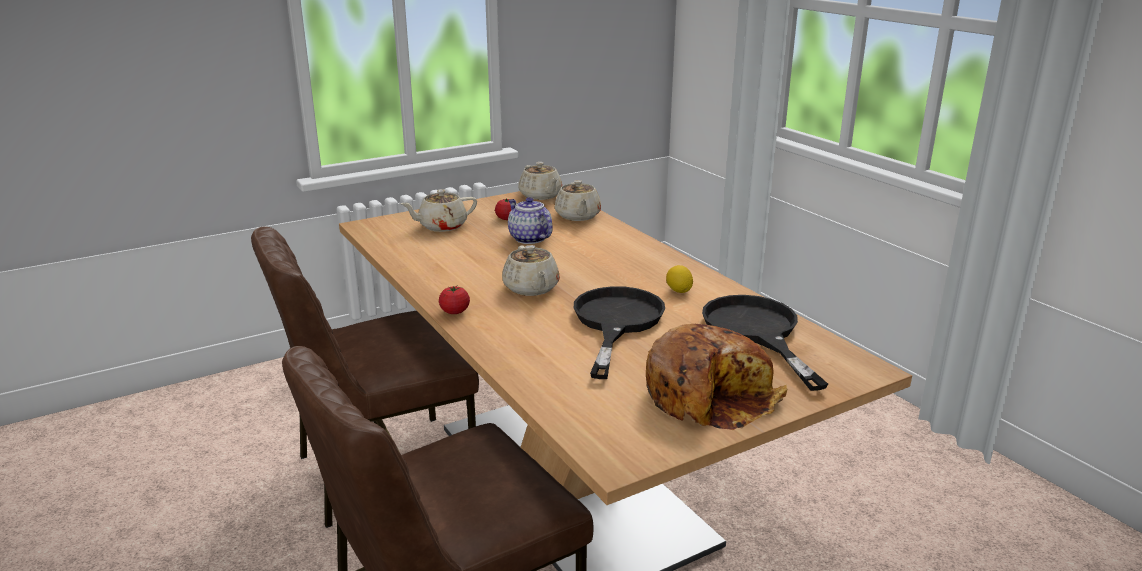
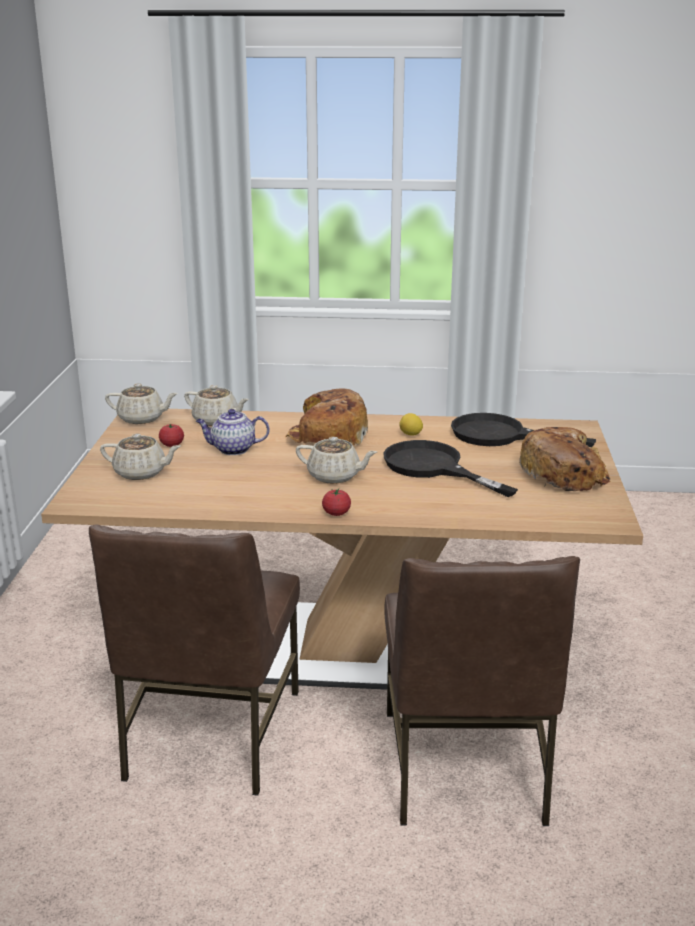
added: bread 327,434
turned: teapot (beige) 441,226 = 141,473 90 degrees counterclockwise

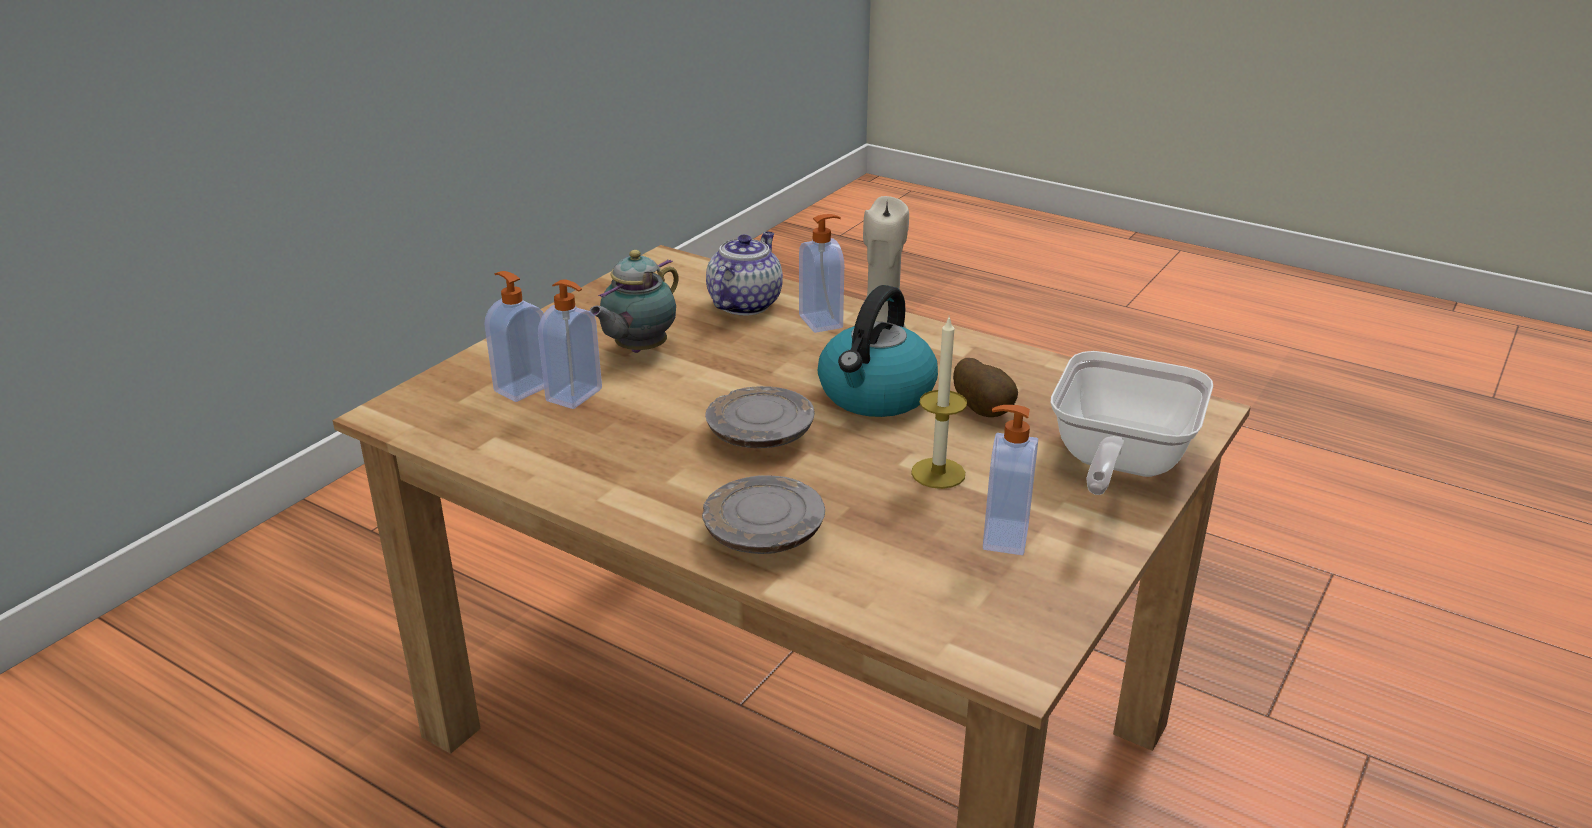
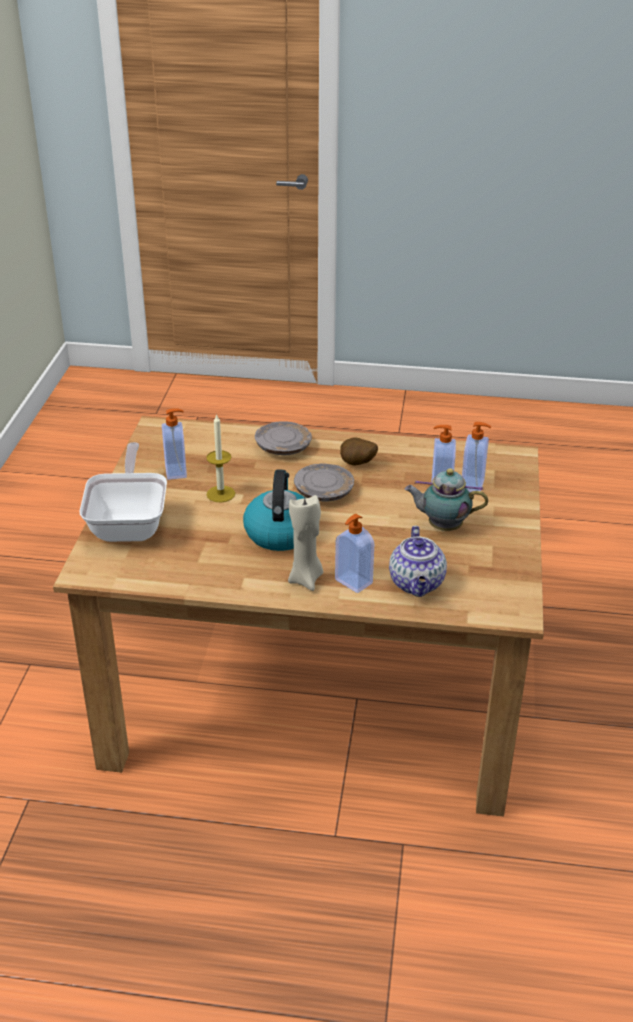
moved: potato 984,411 to 357,464
turned: teapot 638,350 = 442,526 90 degrees counterclockwise

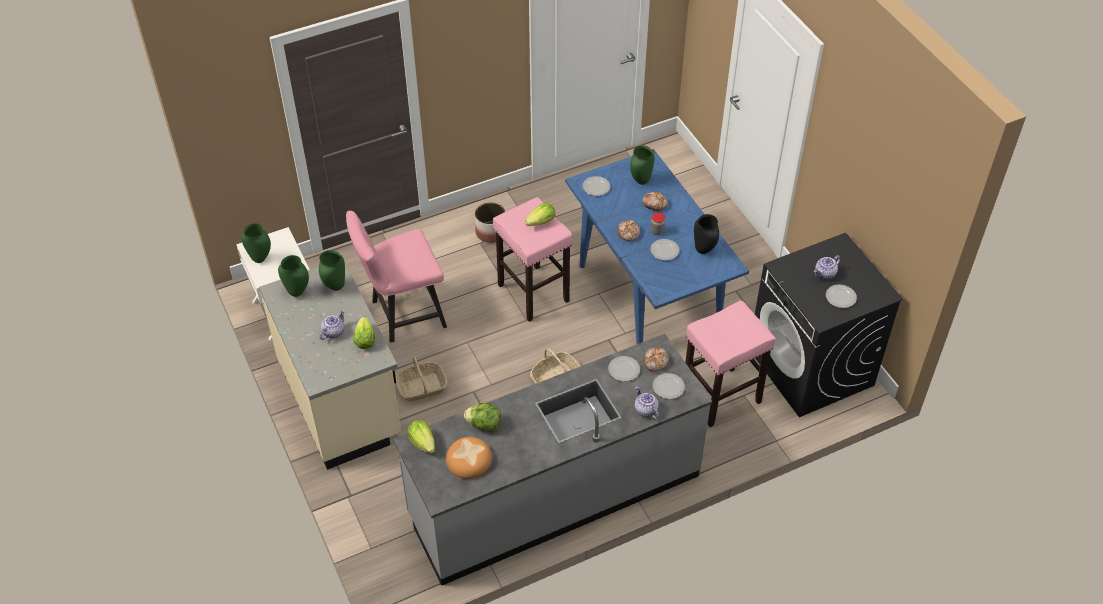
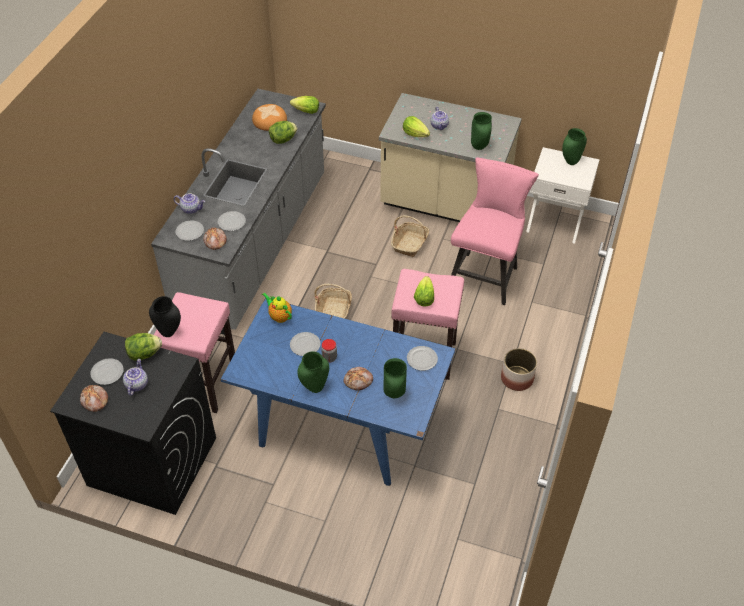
added: lettuce 144,354; teapot 279,316
moved: bread 629,233 to 94,401; vase (black) 704,250 to 169,333; vase (green) 298,291 to 314,388

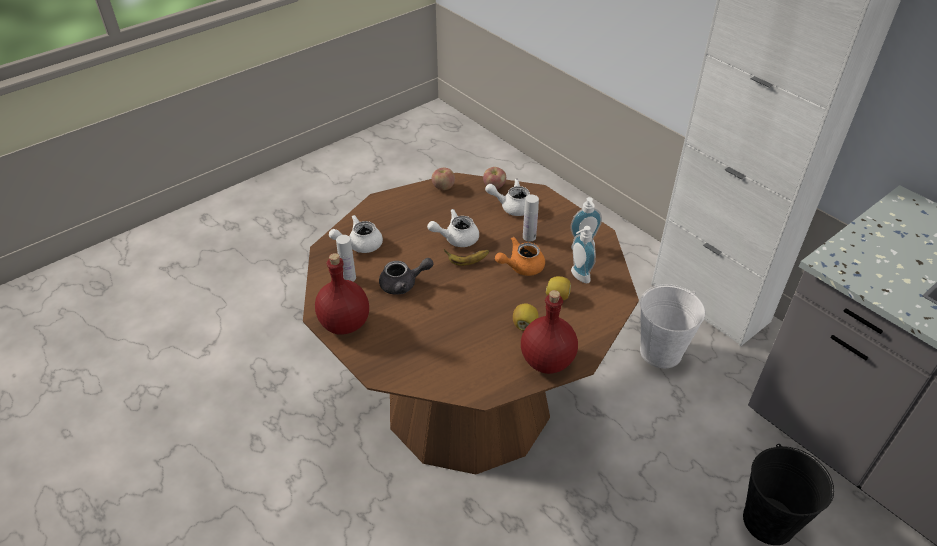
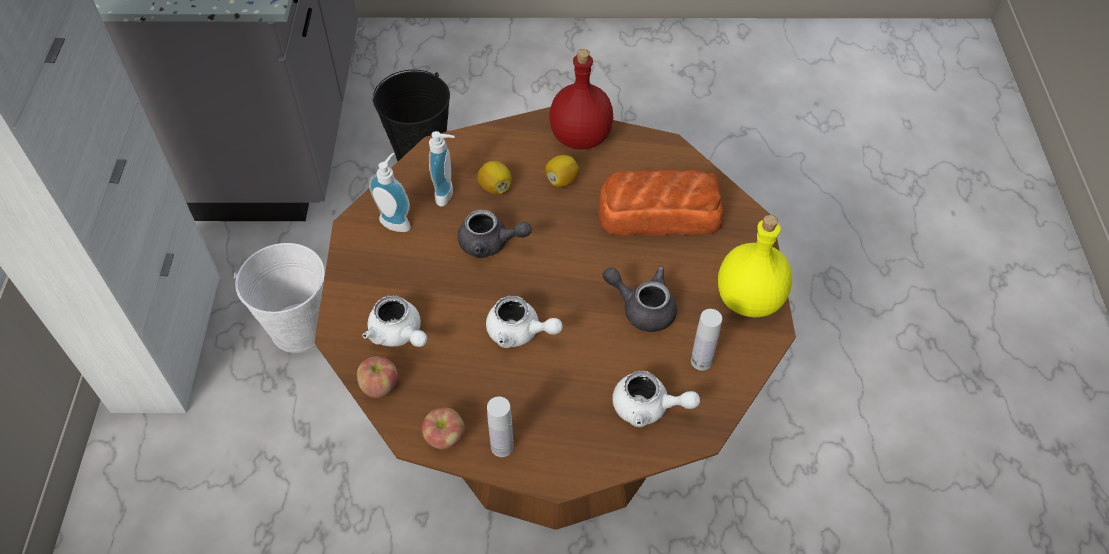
removed: banana 467,262
added: bread 658,212
moved: bottle (white) 529,237 to 502,446
recoloured: teapot (orange) 521,266 to teapot (grey) 490,244; bottle (red) 346,323 to bottle (yellow) 747,299

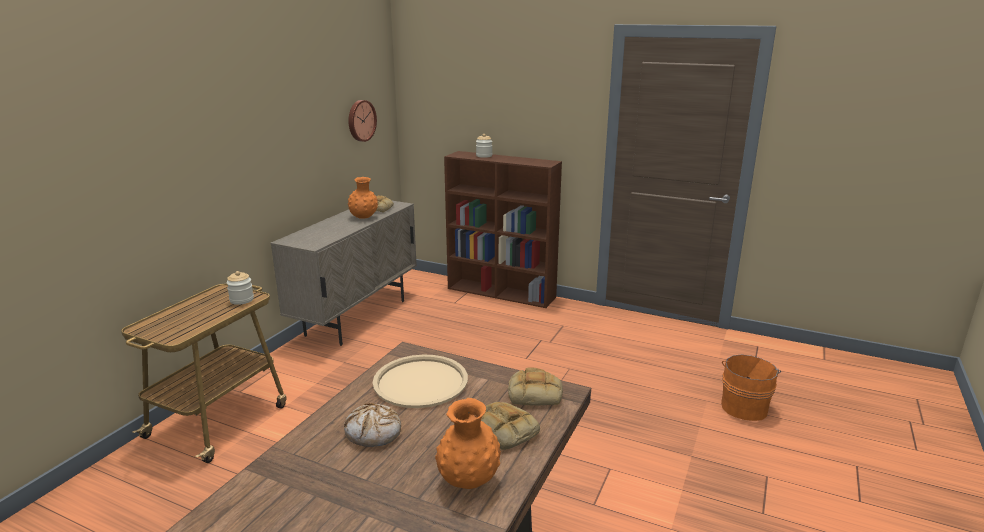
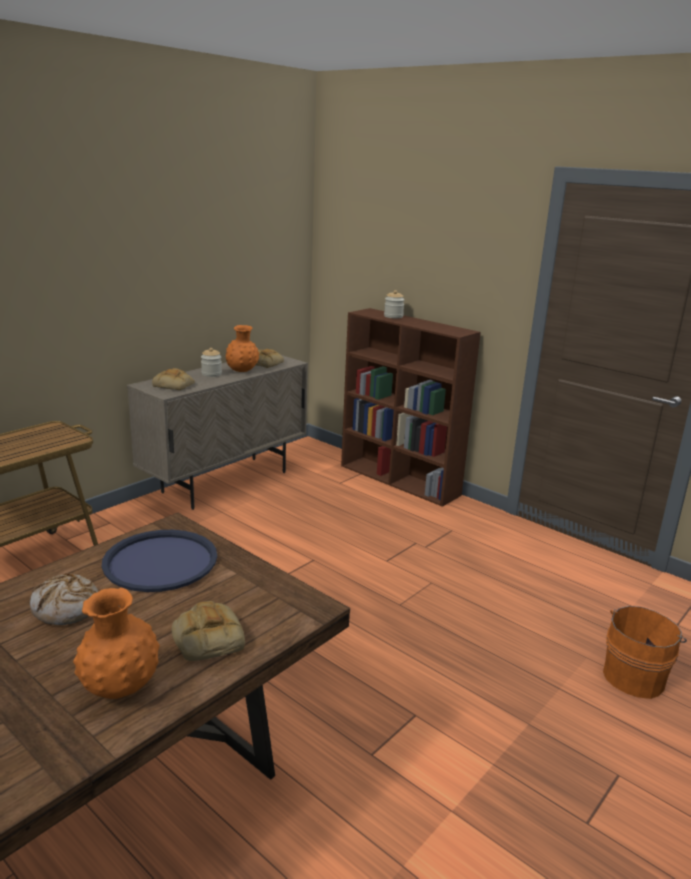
removed: wall clock 360,120
moved: bread 535,393 to 174,385; jar 241,300 to 211,374
recoloured: tray (beige) 420,382 to tray (blue) 161,561

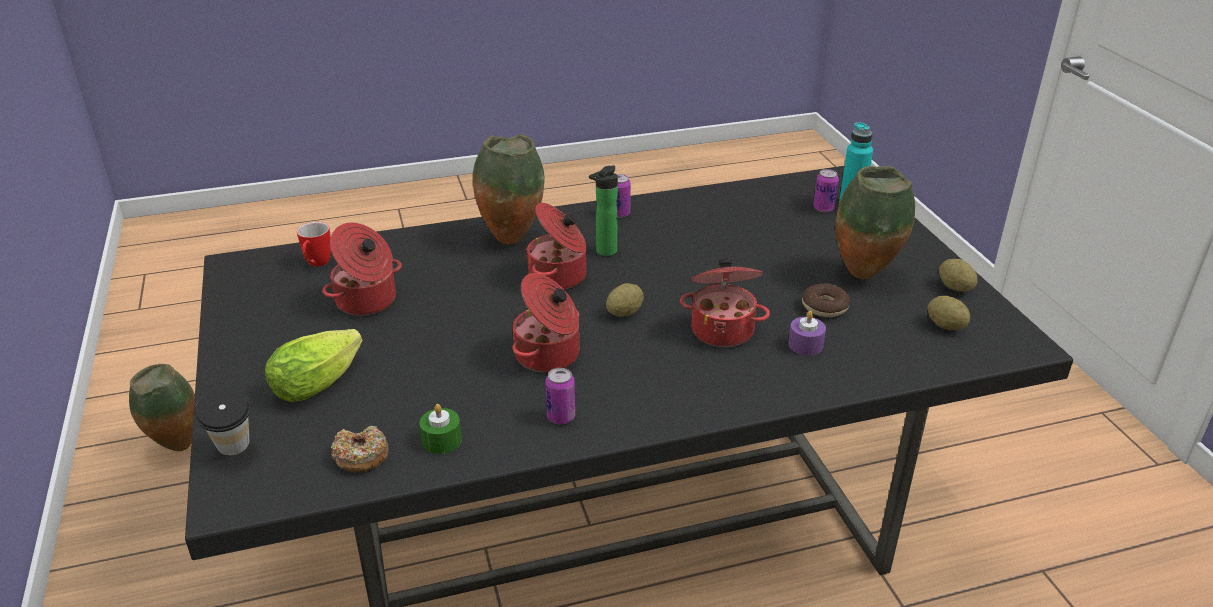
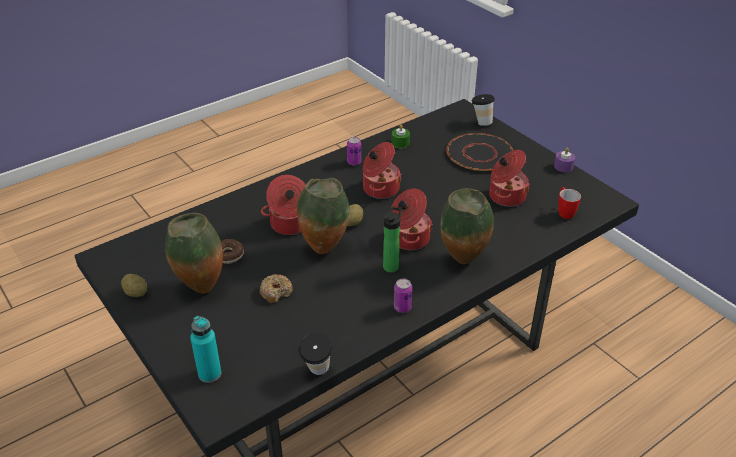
removed: can 823,208; potato 945,326
added: cup 317,372
moved: donut 360,456 to 276,292; vase 177,448 to 324,249; candle (purple) 805,345 to 563,166
replaced: lettuce 321,380 to plate (black) 480,153

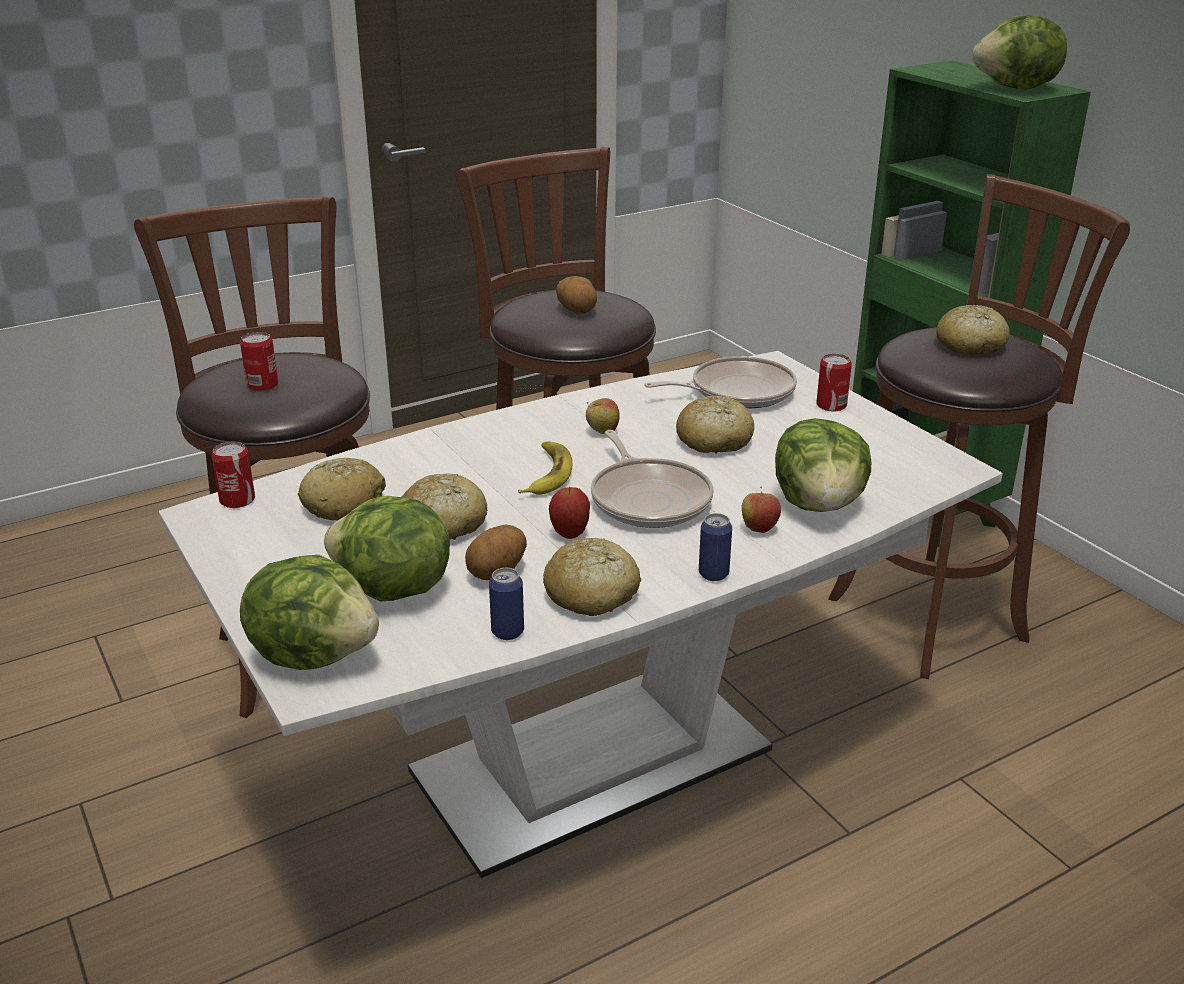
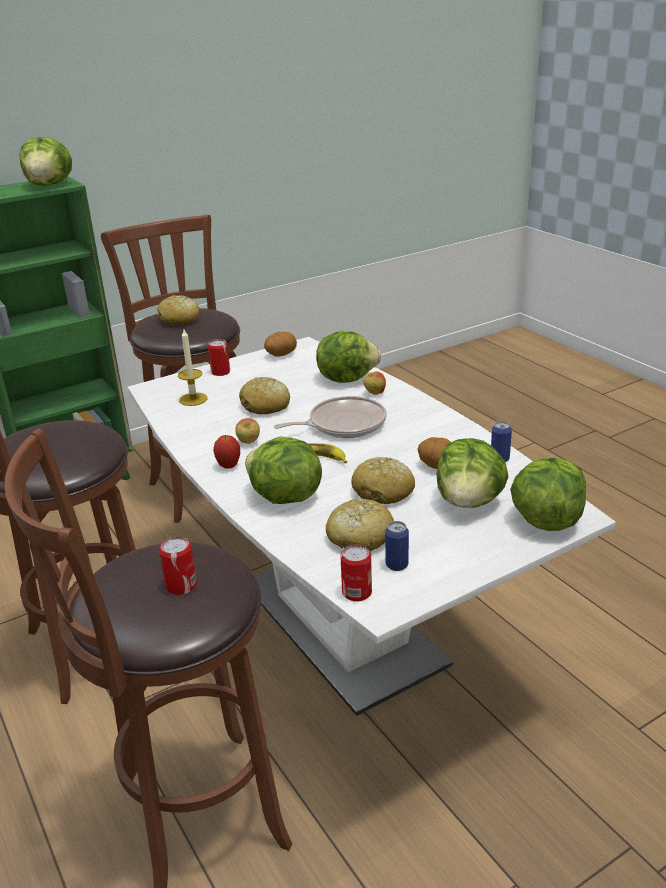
removed: bread 591,594
added: lettuce 284,498
moved: apple 569,534 to 228,466; potato 577,311 to 281,355; can 713,574 to 397,565
replaced: frying pan 736,391 to candle 193,399

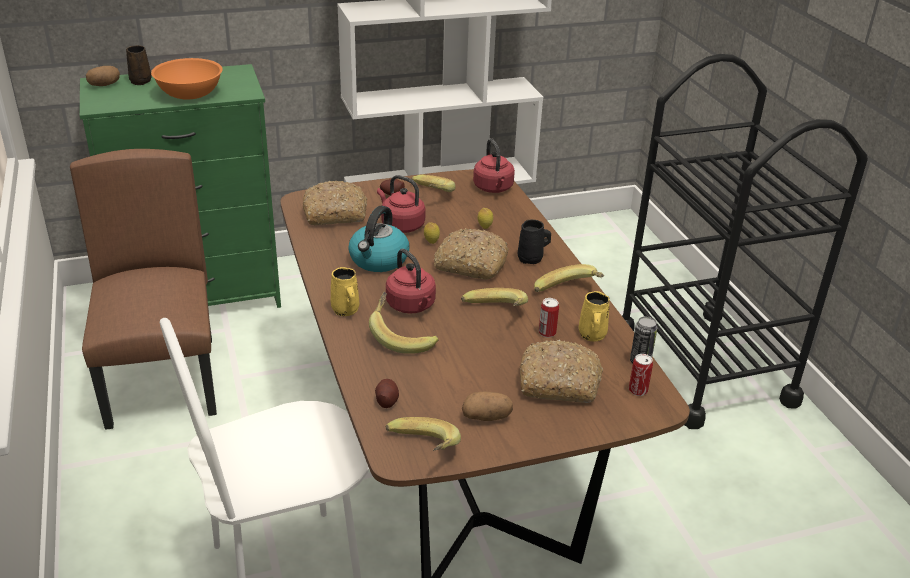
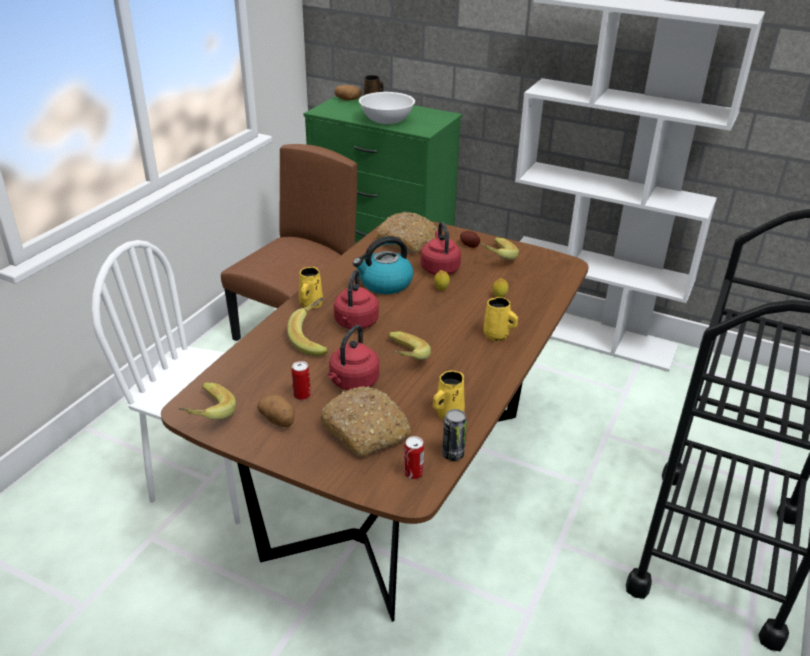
removed: potato 386,400; bread 470,264; banana 569,293
moved: can 547,332 to 302,395; kettle (red) 493,188 to 352,383
recoloured: bowl (orange) 190,94 to bowl (white) 386,120; mug (black) 531,259 to mug (yellow) 497,336

